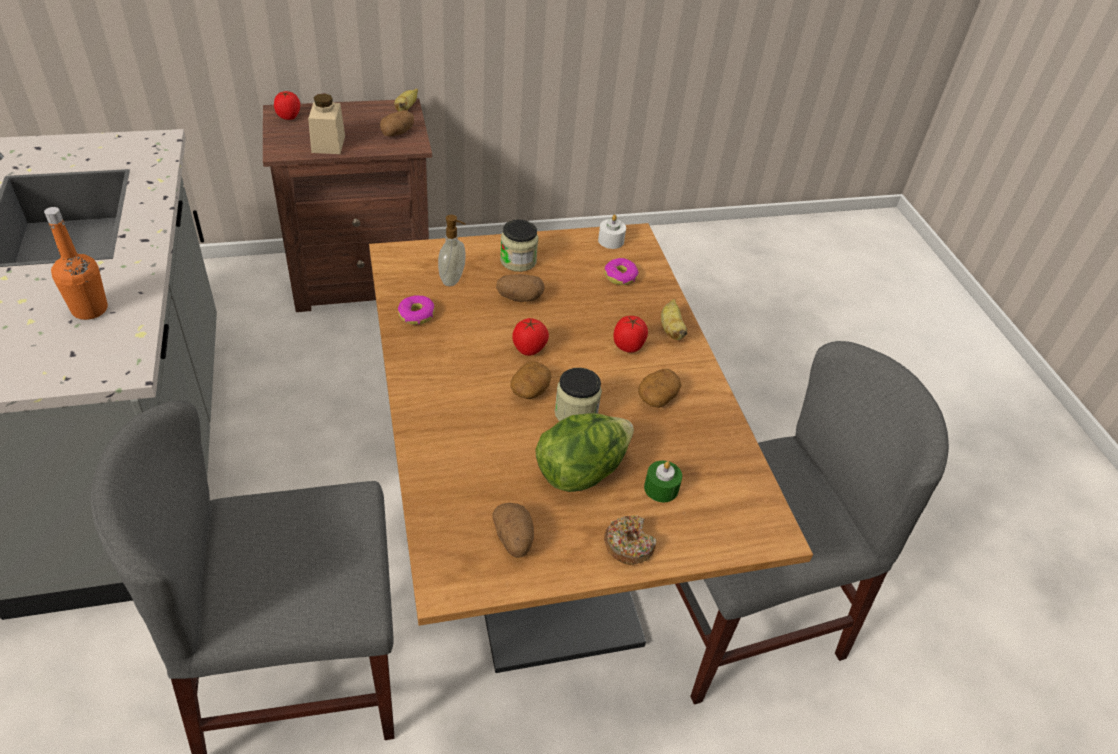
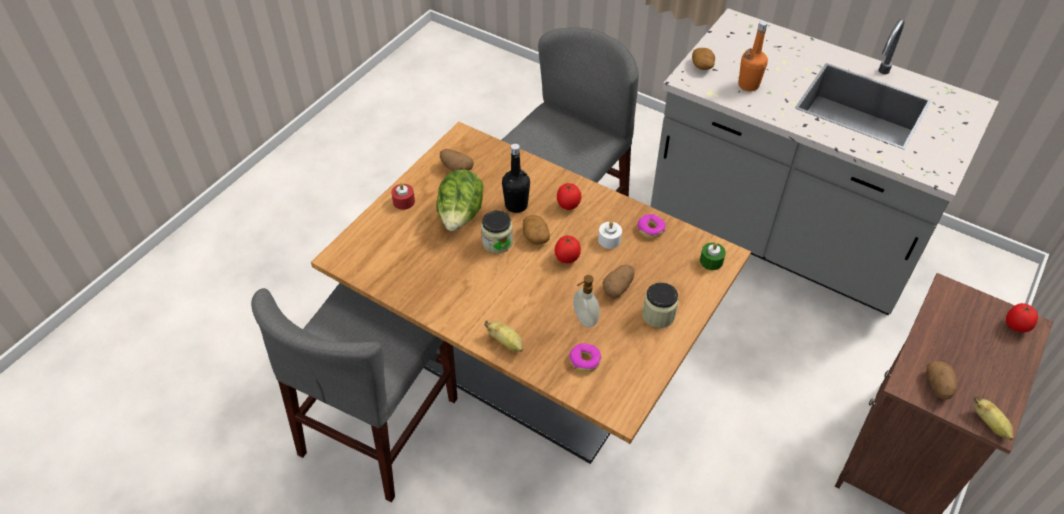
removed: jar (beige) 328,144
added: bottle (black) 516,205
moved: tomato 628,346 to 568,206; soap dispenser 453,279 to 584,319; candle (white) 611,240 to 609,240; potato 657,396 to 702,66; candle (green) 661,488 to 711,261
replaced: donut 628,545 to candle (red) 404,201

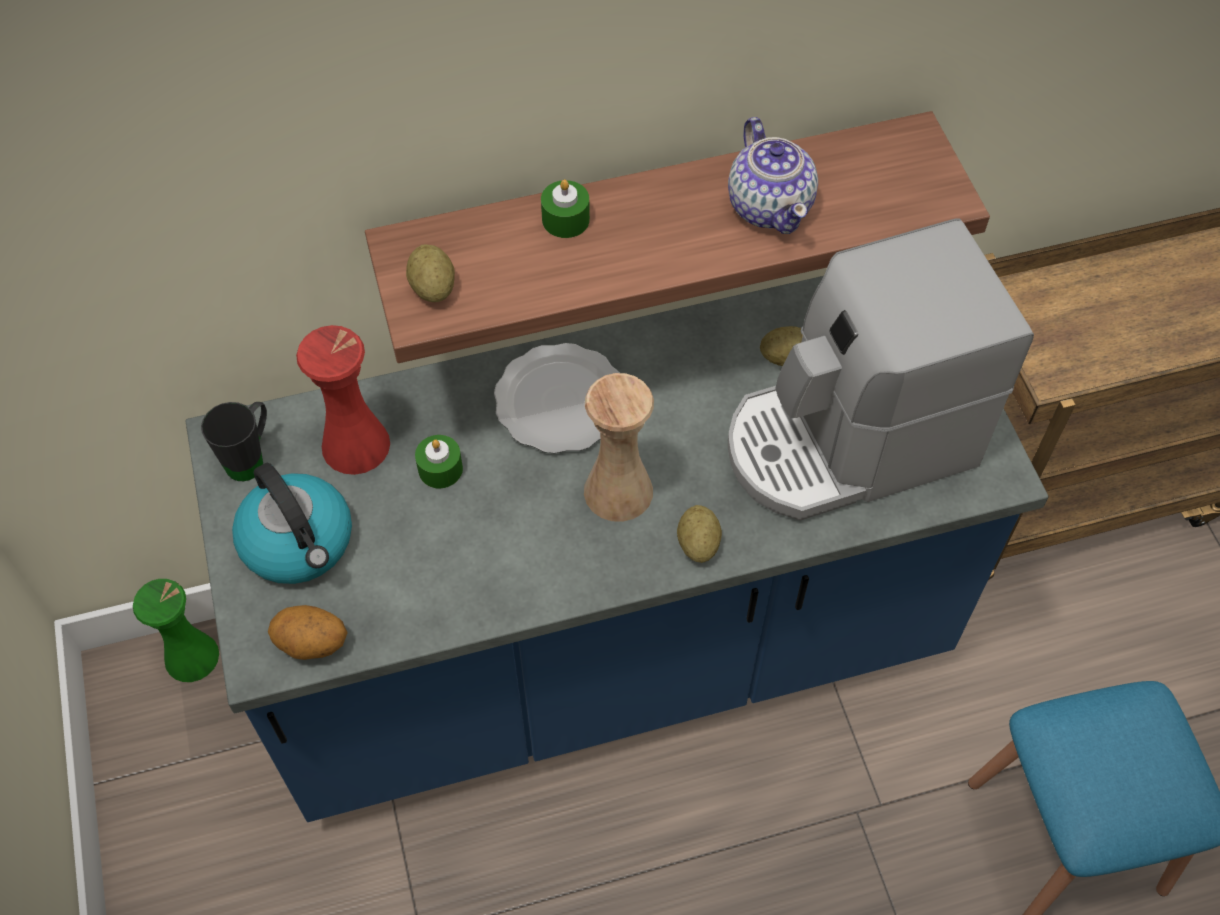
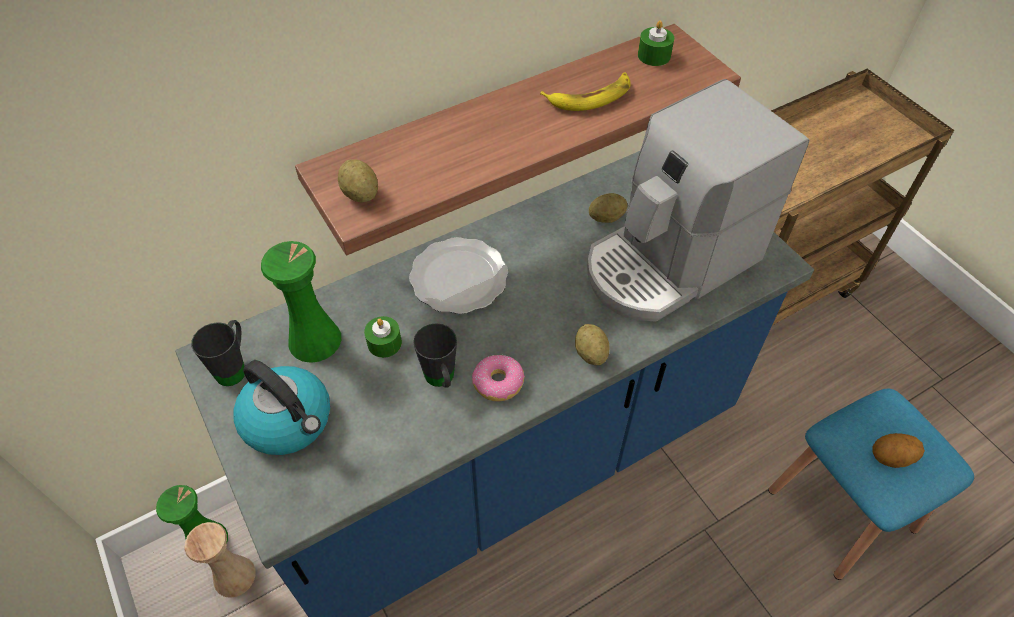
added: mug (black) 441,381; donut 498,382
moved: vase (beige) 618,491 to 234,576; candle (green) 565,219 to 654,56; potato 311,645 to 891,458
replaced: teapot 770,205 to banana 590,96
recoloured: vase (red) 355,445 to vase (green) 314,340

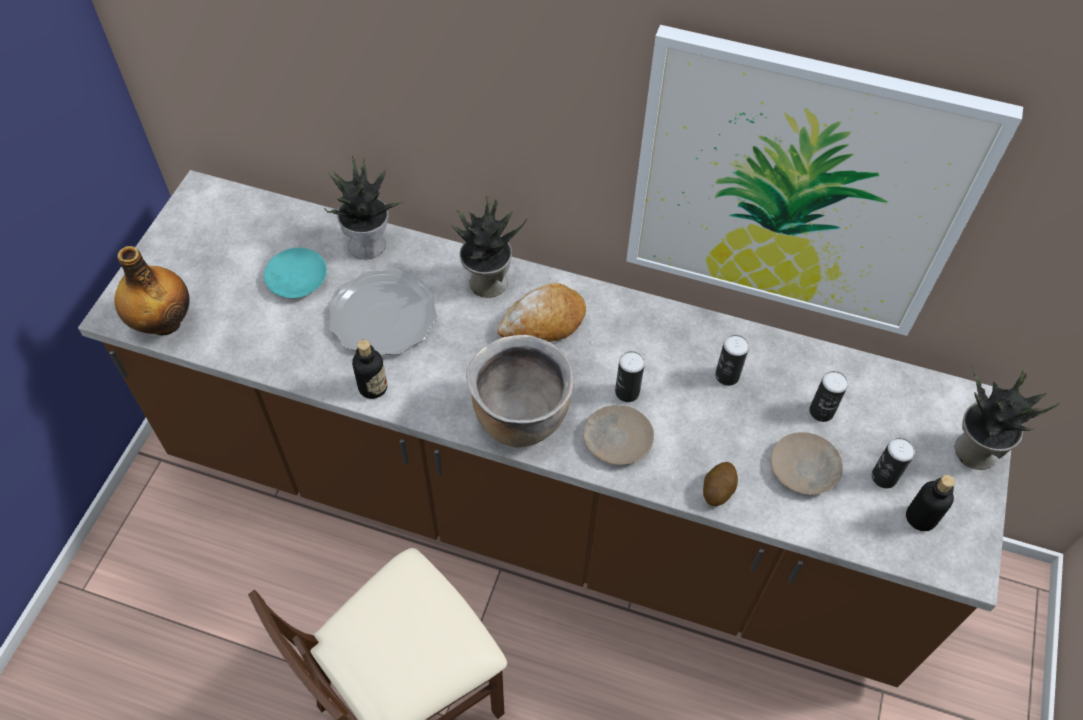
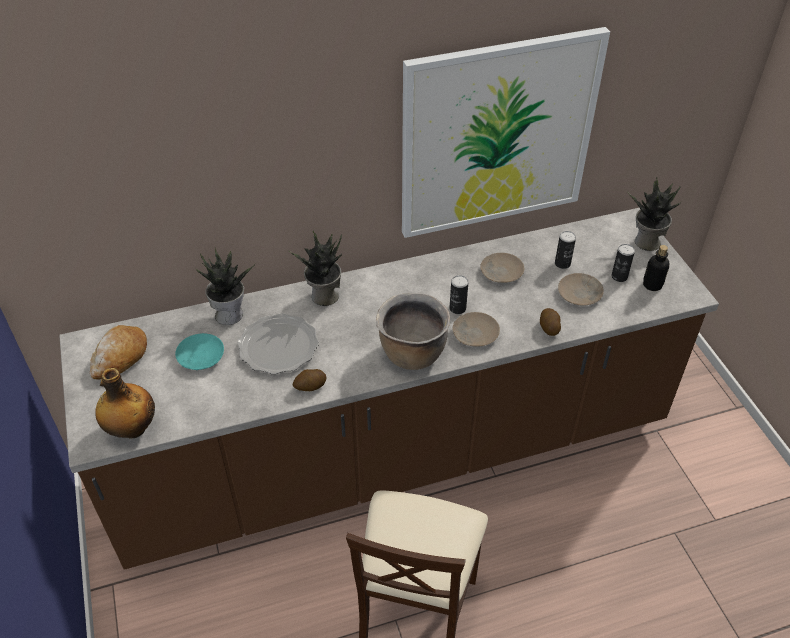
moved: bread 543,323 to 120,357
replaced: bottle 373,387 to potato 310,387; can 727,375 to plate (beige) 501,272

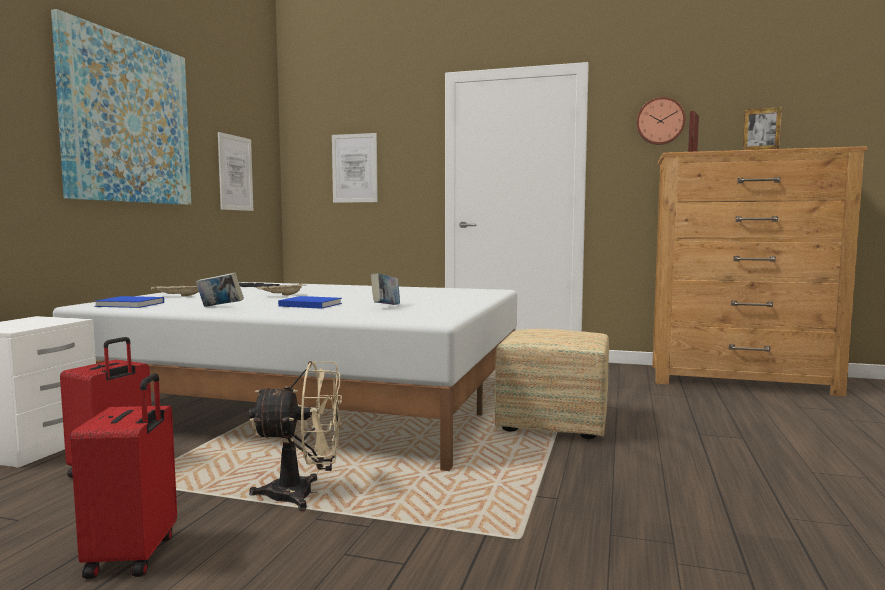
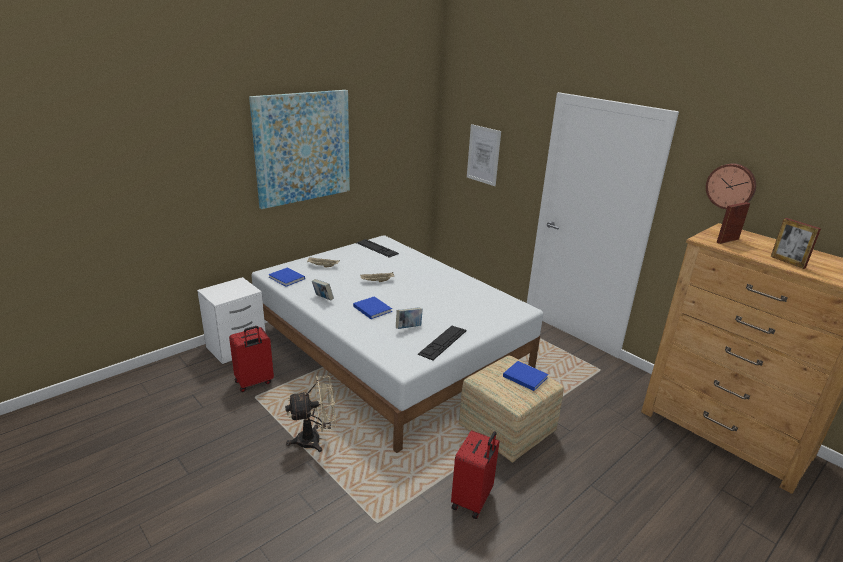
removed: picture 235,173
added: keyboard 442,342; book (blue) 524,376
moved: suitcase (red) 134,555 to 472,500
turned: fan (beige) 303,494 = 315,440 45 degrees counterclockwise

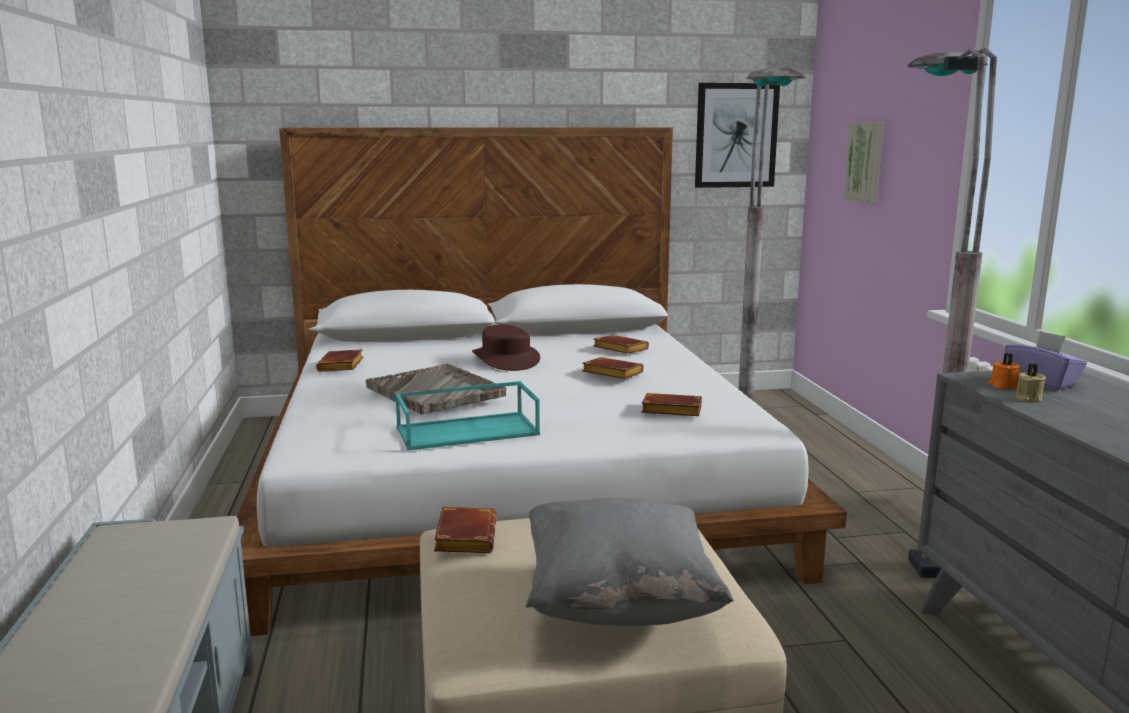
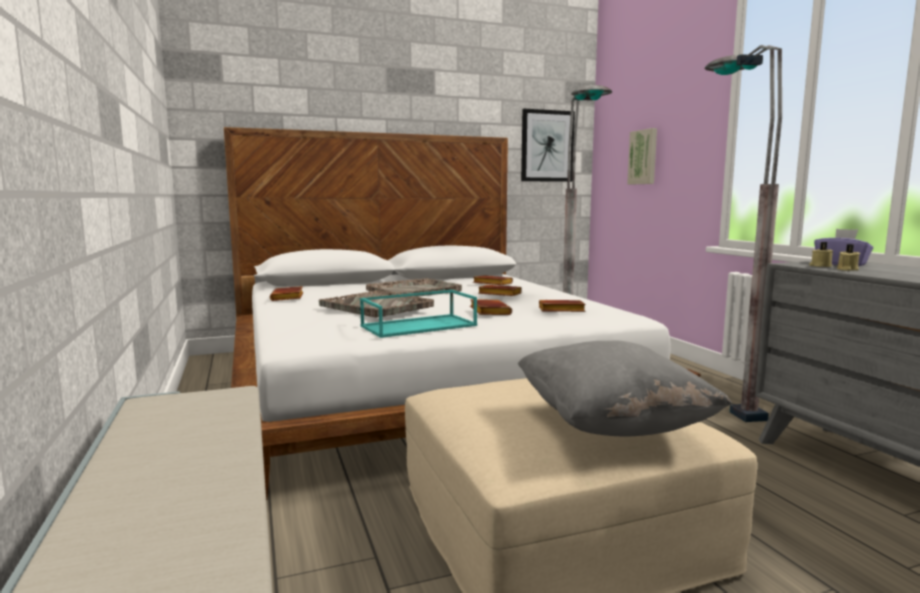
moved: book (brown) 463,536 to 488,312
replaced: hat (brown) 506,359 to tray (grey) 414,290
recoloured: candle (orange) 1002,386 to candle (beige) 820,266

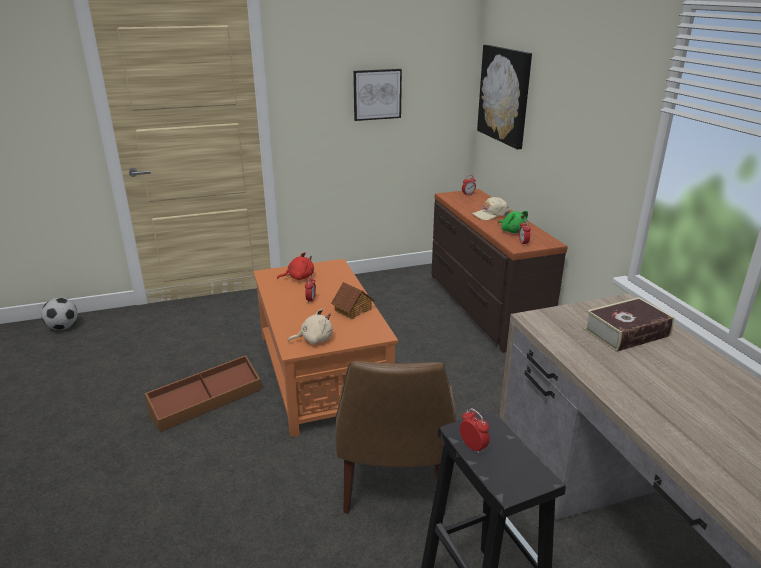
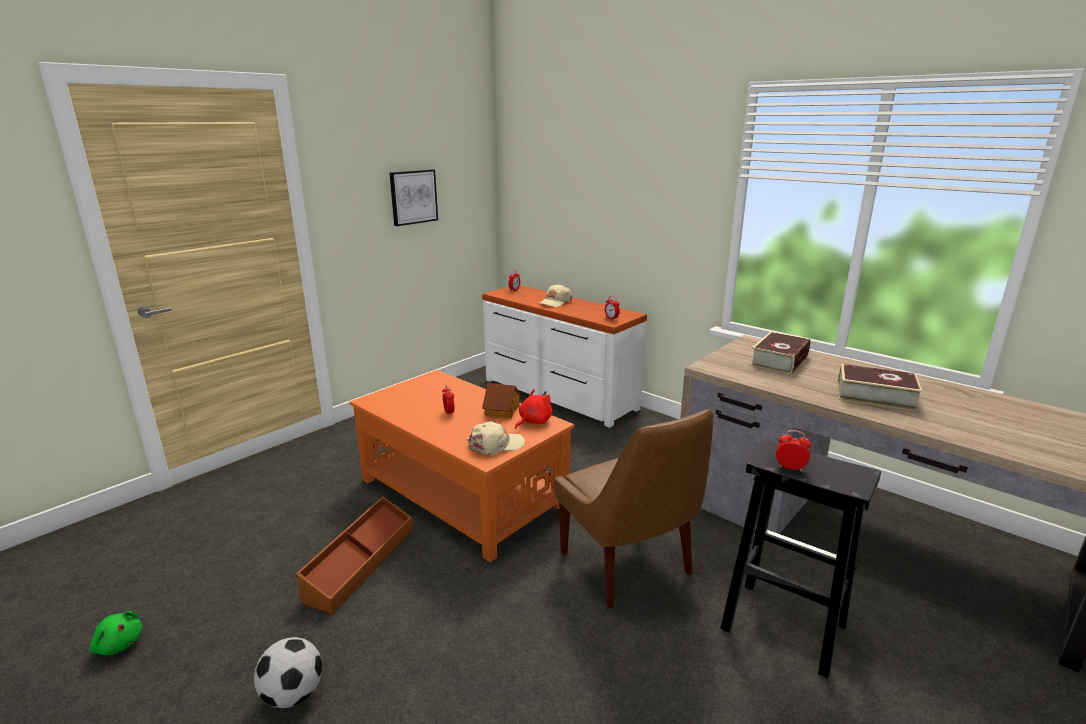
removed: picture 504,95
added: book 875,396
moved: plush toy (green) 513,231 to 119,644; football 63,327 to 293,694; plush toy (red) 299,277 to 533,421
replaced: plush toy (beige) 314,339 to cap (beige) 496,445
recoloured: dresser (brown) 483,306 to dresser (white) 557,394

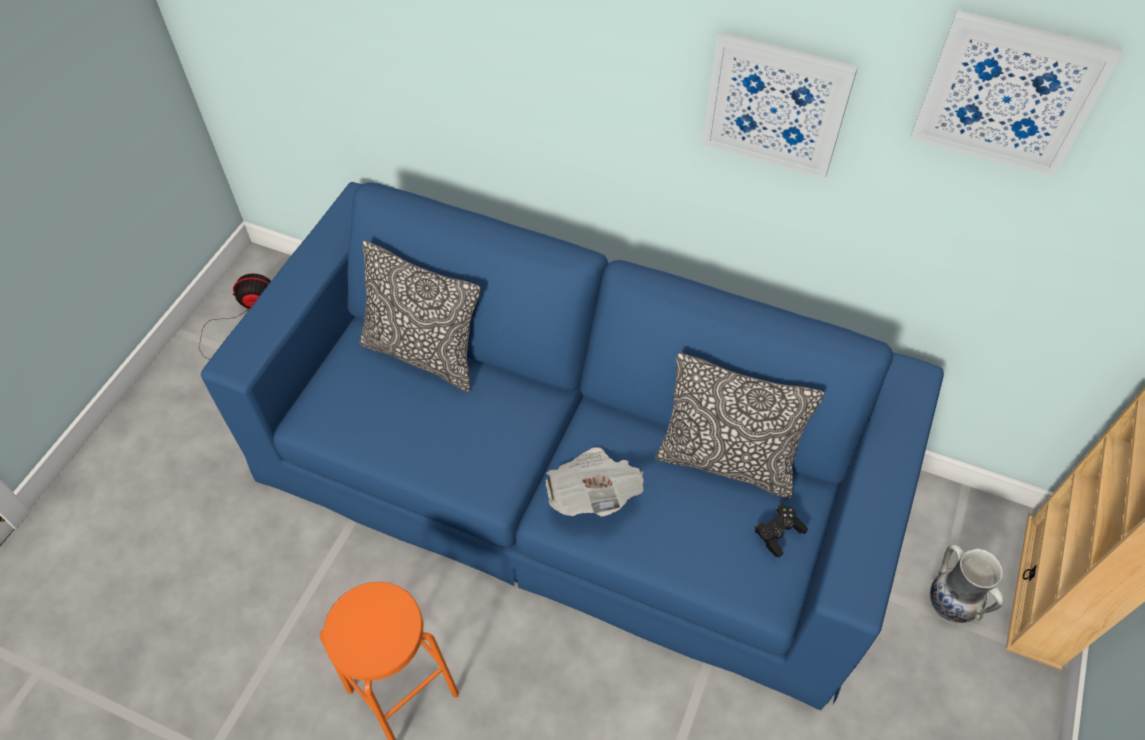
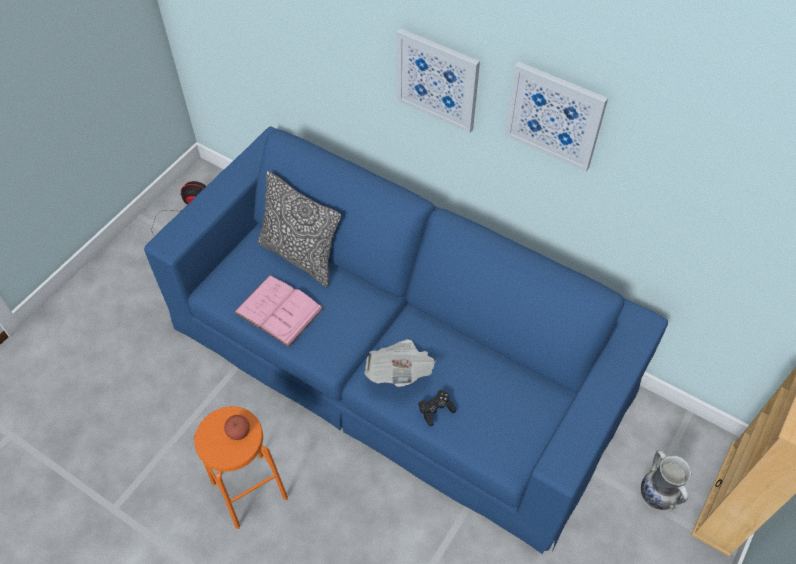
removed: pillow 726,462
added: apple 239,432; book (pink) 278,310
moved: picture 1008,93 to 437,80; game controller (black) 778,534 to 436,410

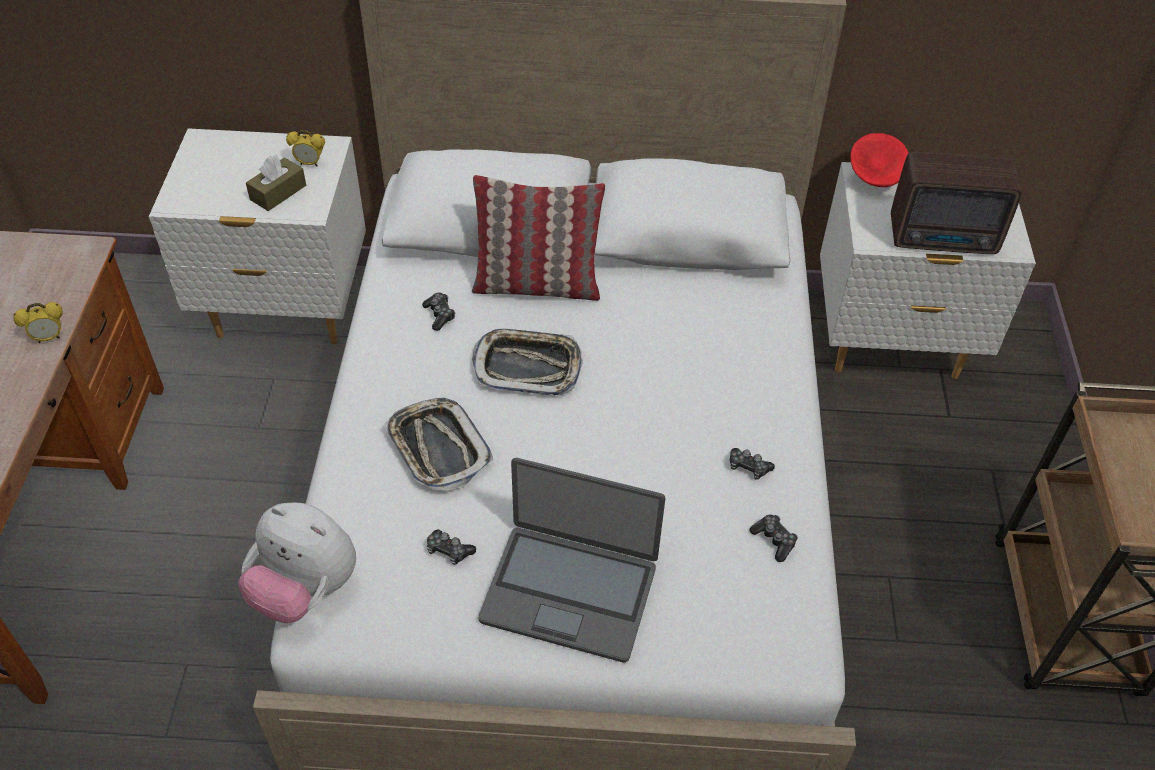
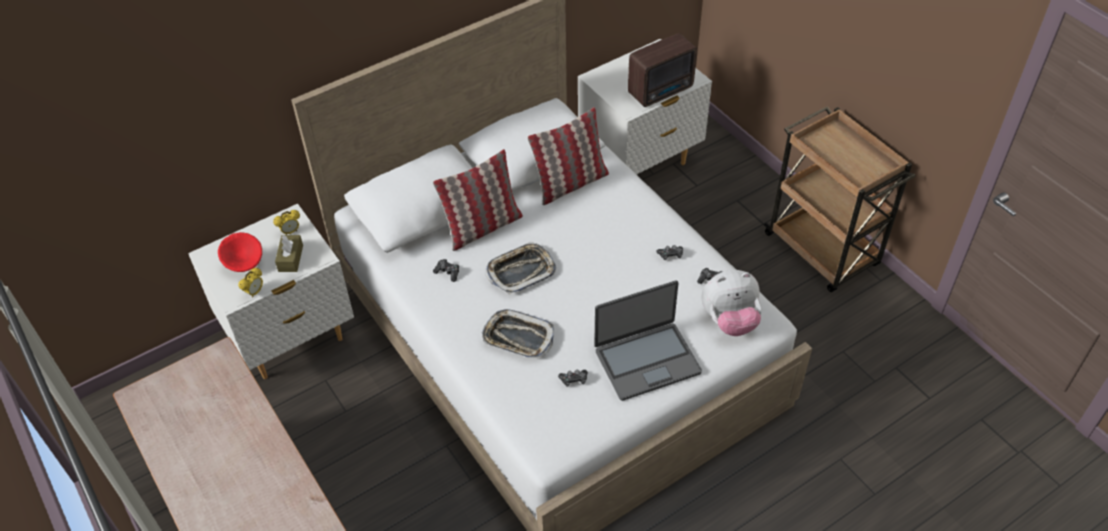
added: pillow 570,183
moved: bowl (red) 874,182 to 245,265; alarm clock 49,338 to 255,292; plush toy 305,590 to 729,321

